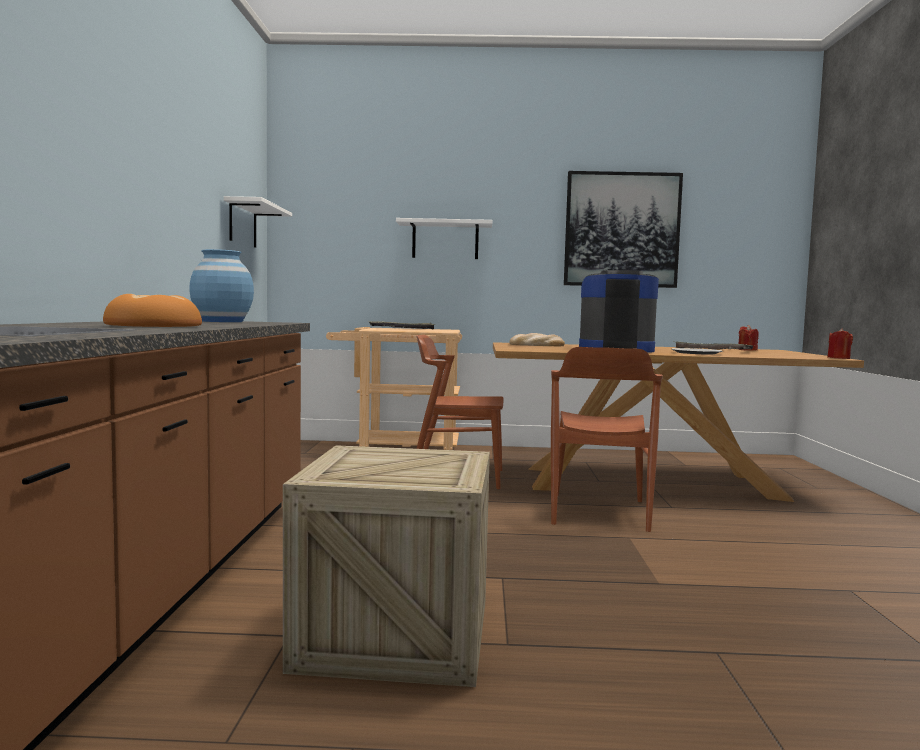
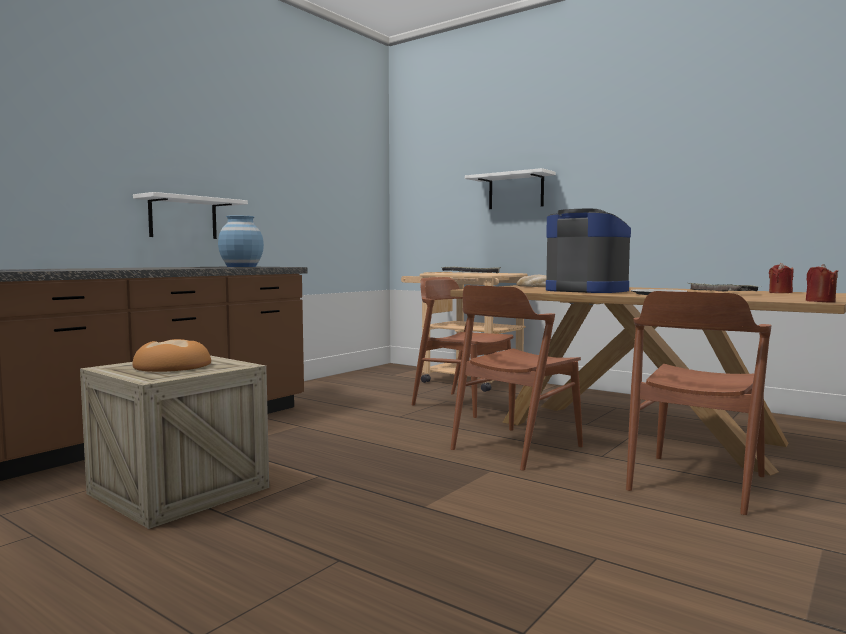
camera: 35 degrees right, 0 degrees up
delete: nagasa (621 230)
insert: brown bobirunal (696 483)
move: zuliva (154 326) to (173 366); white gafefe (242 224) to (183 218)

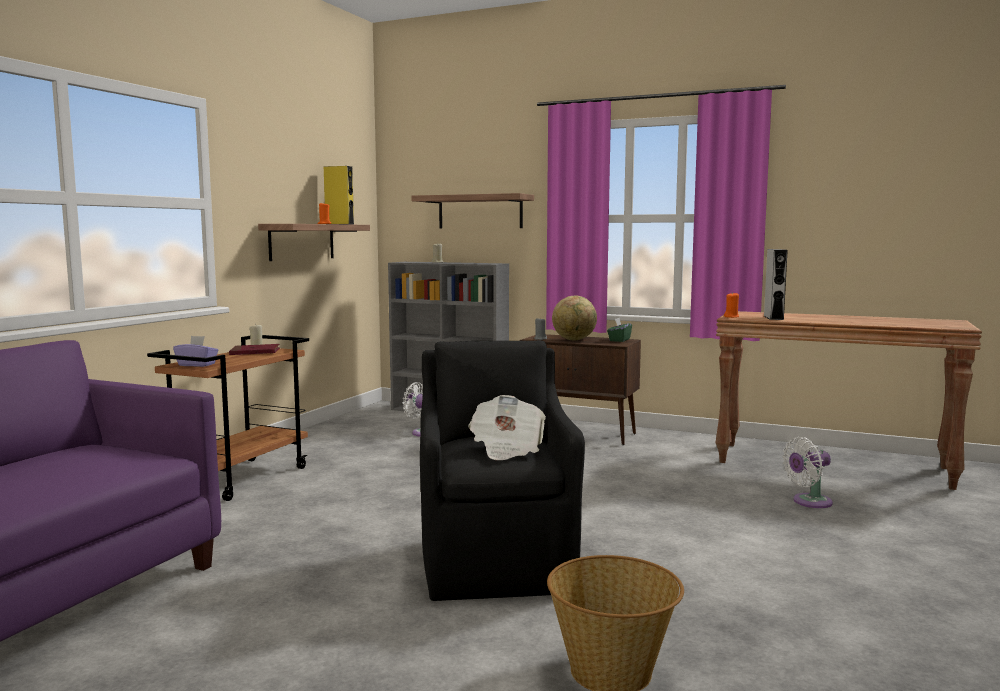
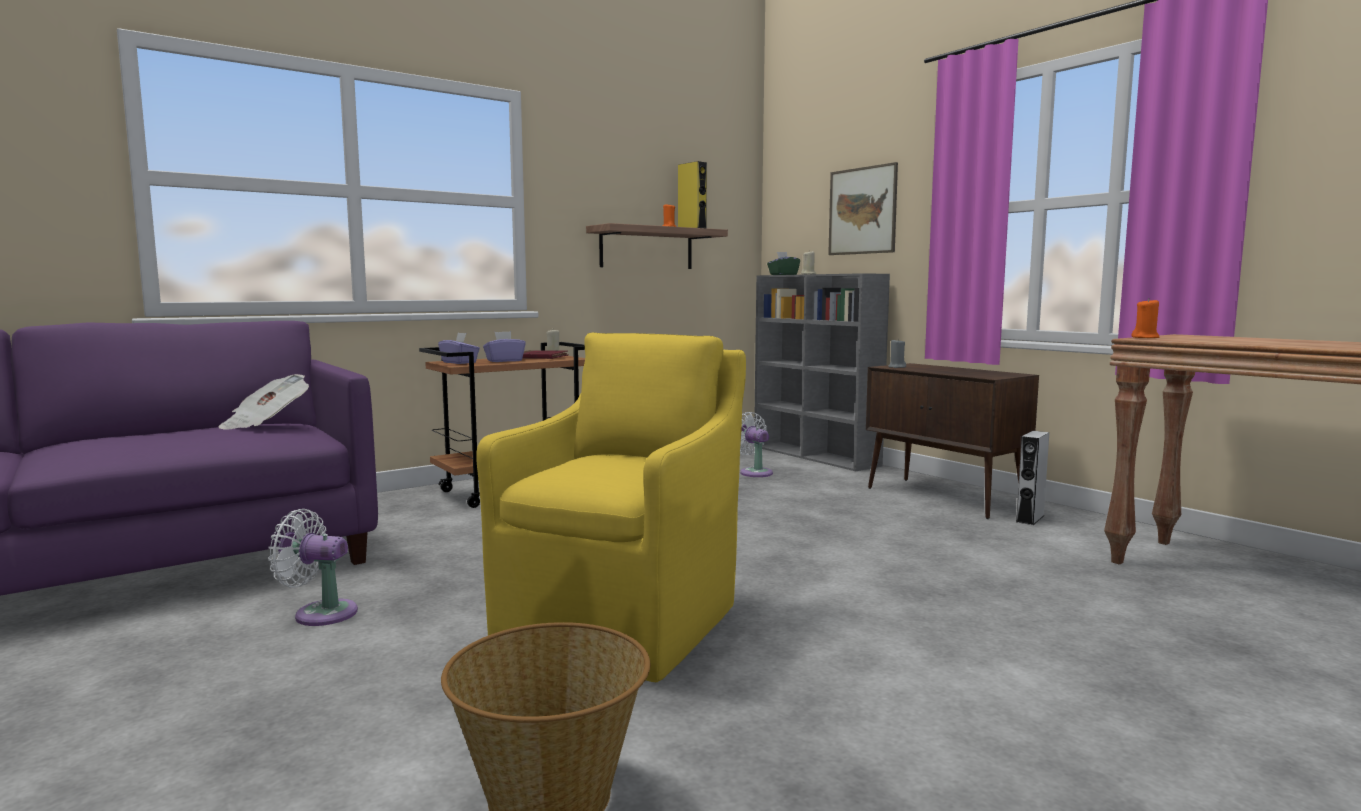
camera: 30 degrees right, 0 degrees up
delete: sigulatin (574 340)
insert: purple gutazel (504 361)
move: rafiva (506 449) to (265 424); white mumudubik (808 502) to (320 613); green gutazel (619 340) to (783 275); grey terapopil (773 318) to (1030 518)
replace: gafefe (480 212) to nagasa (862 211)
recolor: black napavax (497 562) to yellow napavax (624 622)

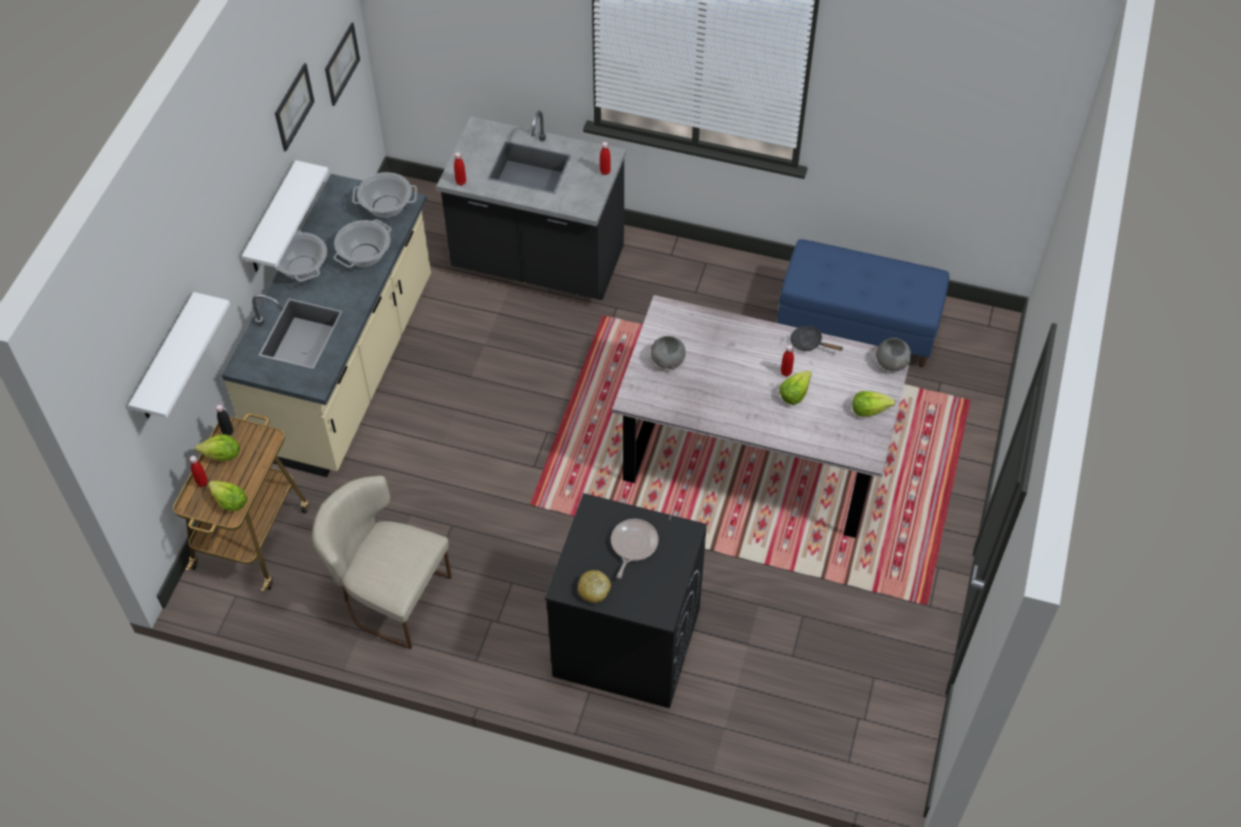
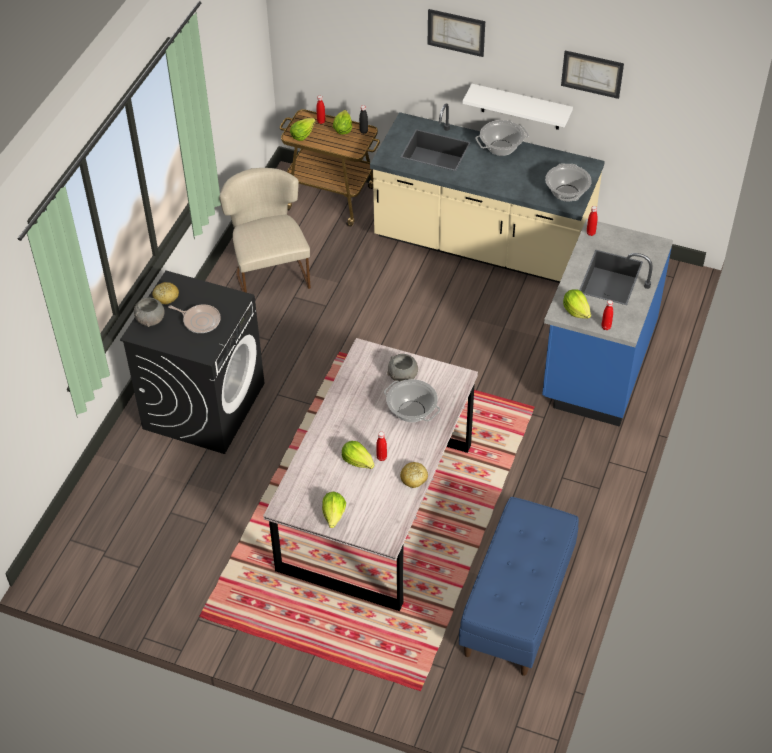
camera: 95 degrees right, 5 degrees down
delete: white gafefe (166 360)
insert: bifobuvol (576 311)
move: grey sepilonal (891 362) to (151 319); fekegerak (365 255) to (412 411); nagasa (341 63) to (456 32)
replace: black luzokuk (809 343) to zuliva (414 478)
recolor: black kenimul (537 262) to blue kenimul (597 364)
rotate: beige bobirunal (389 596) = (269 271) 45 degrees counterclockwise

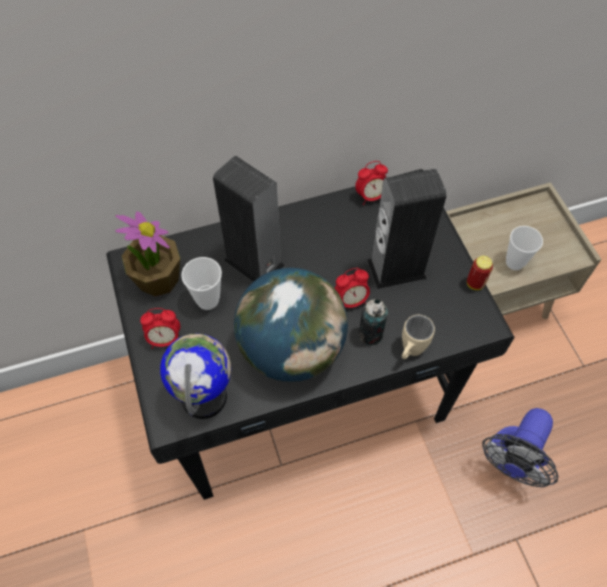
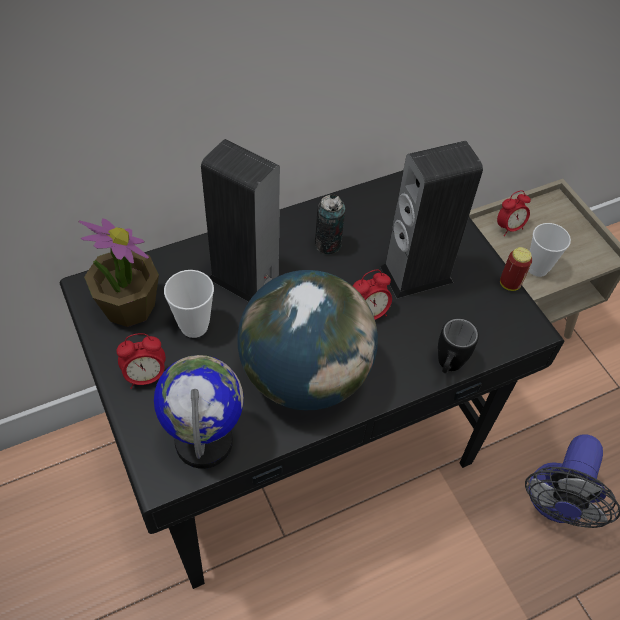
camera: 10 degrees left, 5 degrees down
move: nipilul (370 334) to (328 244); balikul (371 196) to (509 228)
recolor: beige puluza (410 352) to black puluza (447 367)

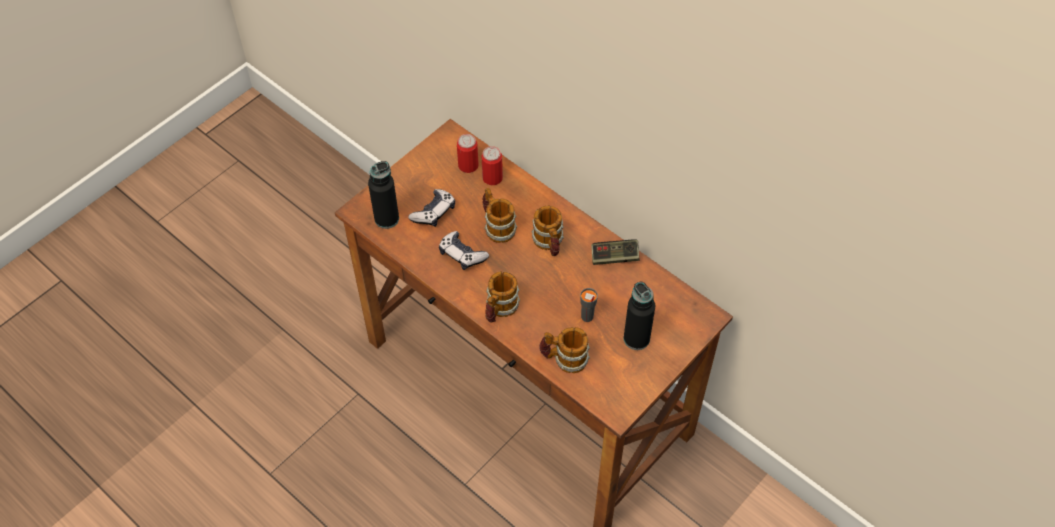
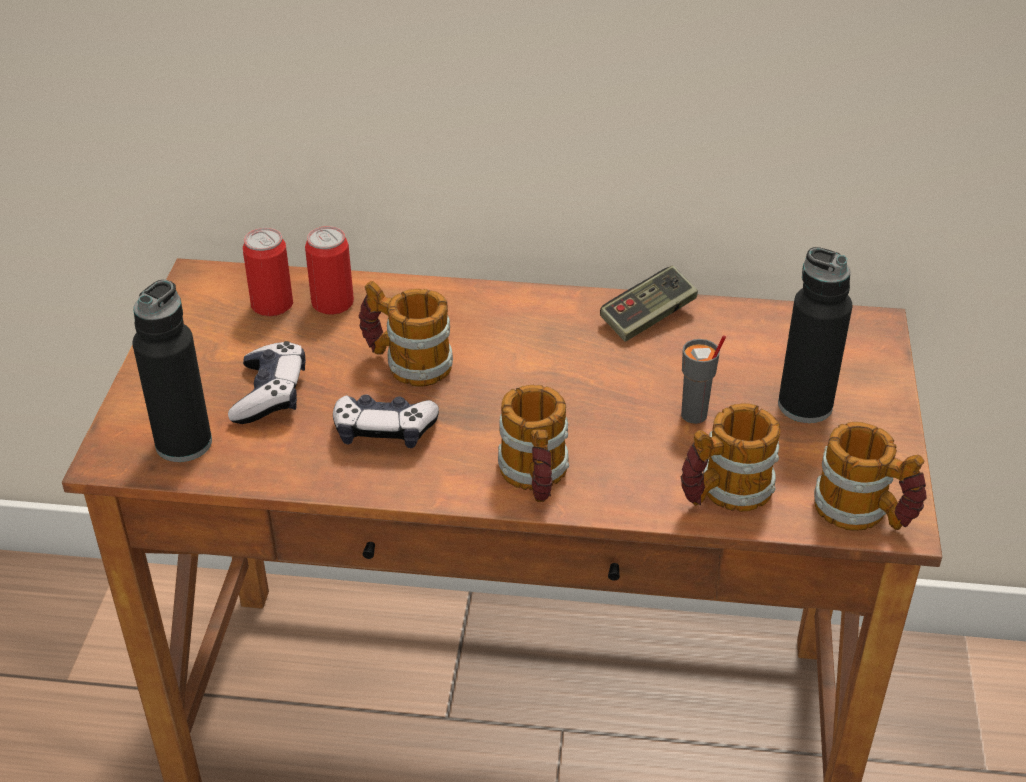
camera: 35 degrees left, 15 degrees down
move: puluza (549 243) to (863 513)

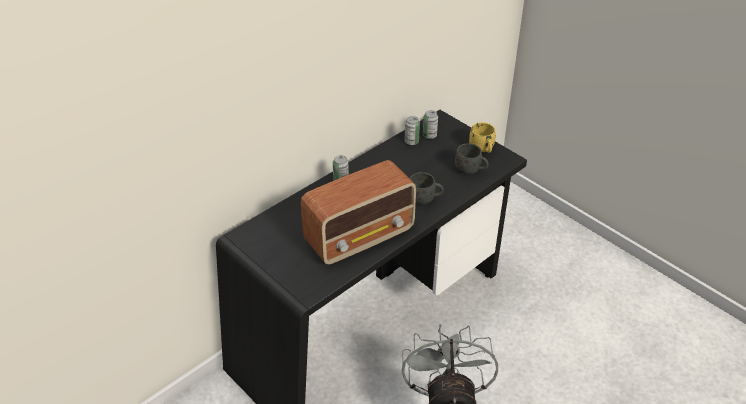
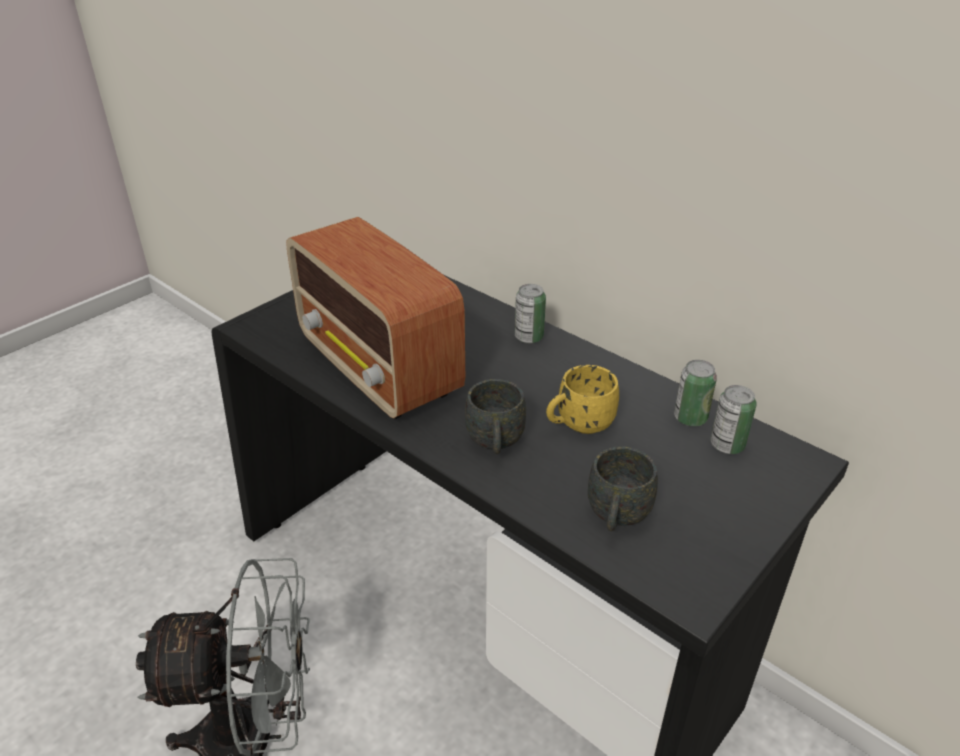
camera: 85 degrees right, 5 degrees down
move: yellow puluza (482 149) to (578 425)

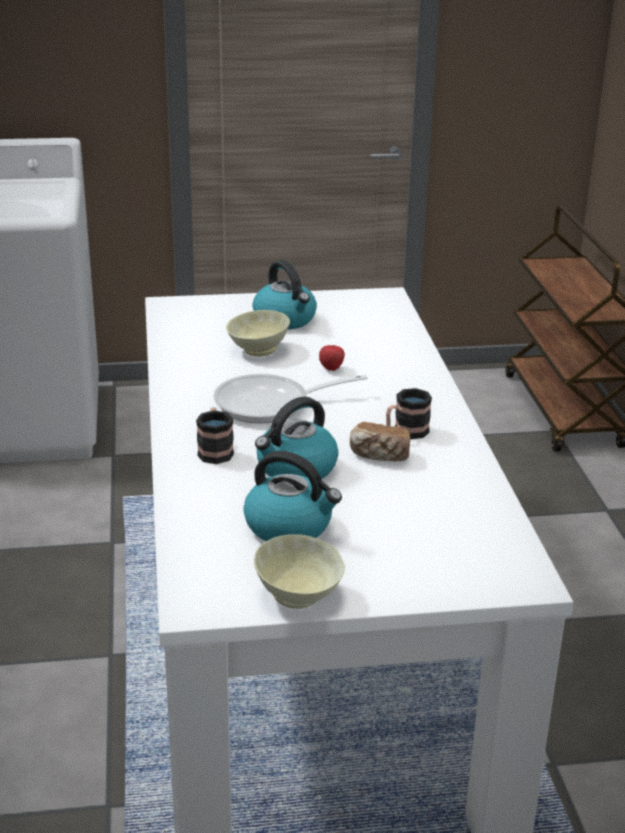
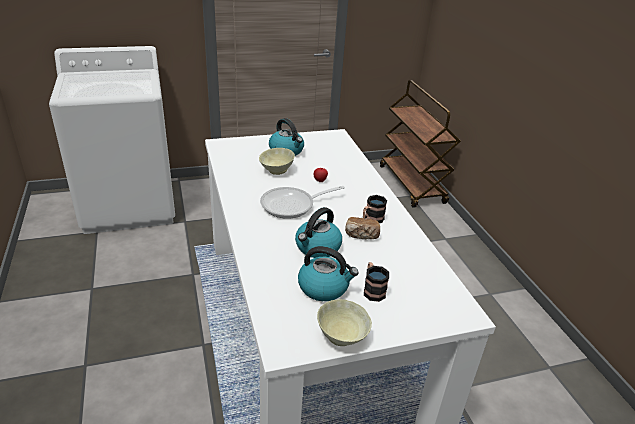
camera: 10 degrees left, 5 degrees up
move: puluza (215 450) to (372 290)

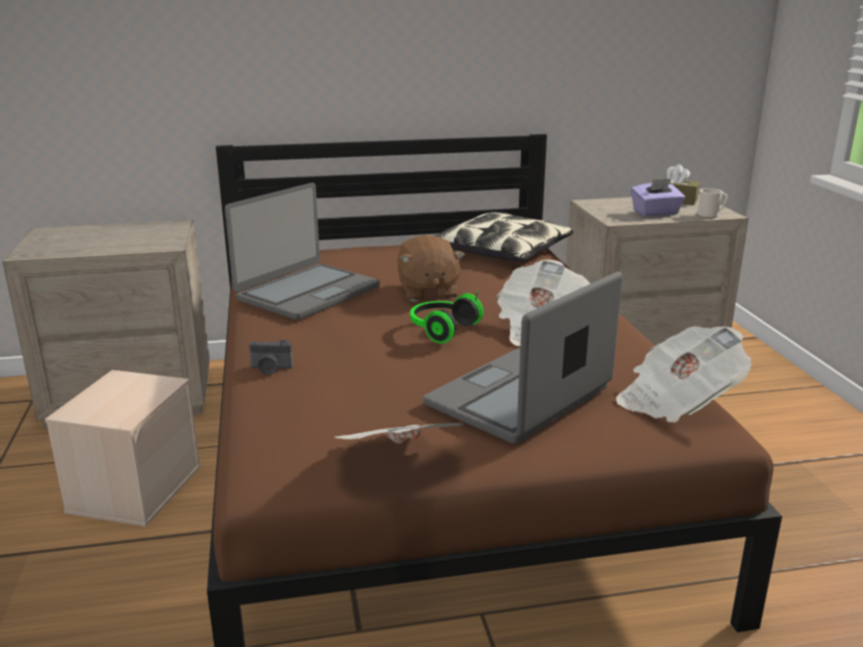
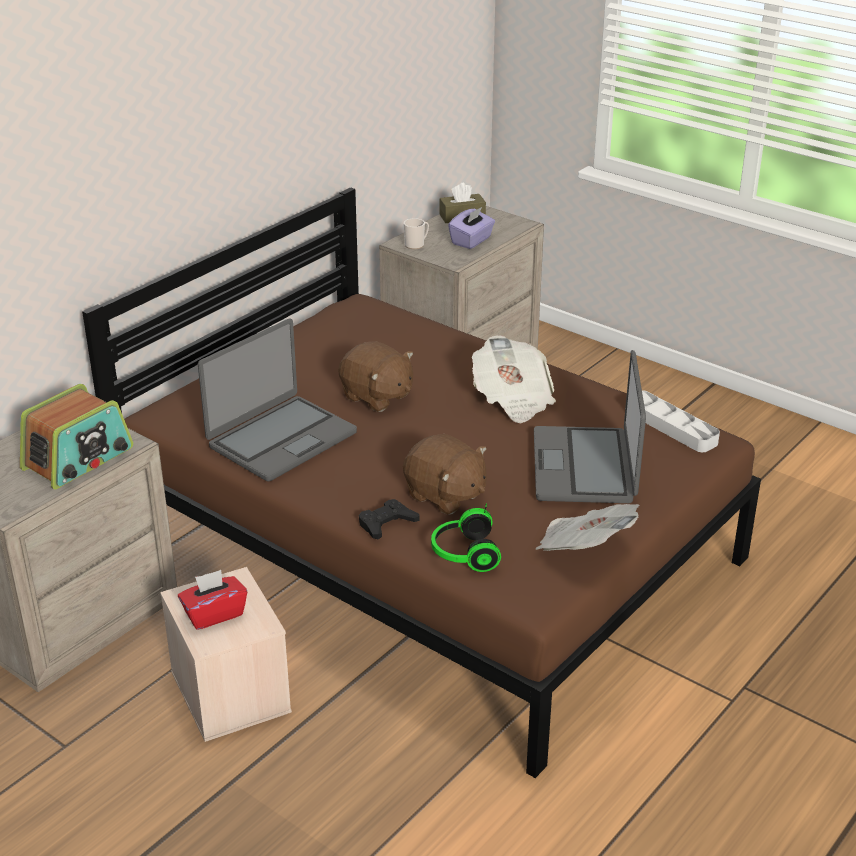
camera: 40 degrees left, 10 degrees up
delete: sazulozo (501 252)
insert: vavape (78 459); red gutazel (214 614); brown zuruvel (445 495)
move: puluza (710 215) to (416 245); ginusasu (441 329) to (463 554)
replace: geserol (270 369) to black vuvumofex (387 524); rafiva (677 401) to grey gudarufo (670 426)
rotate: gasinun (307 293) = (281 439) 45 degrees clockwise

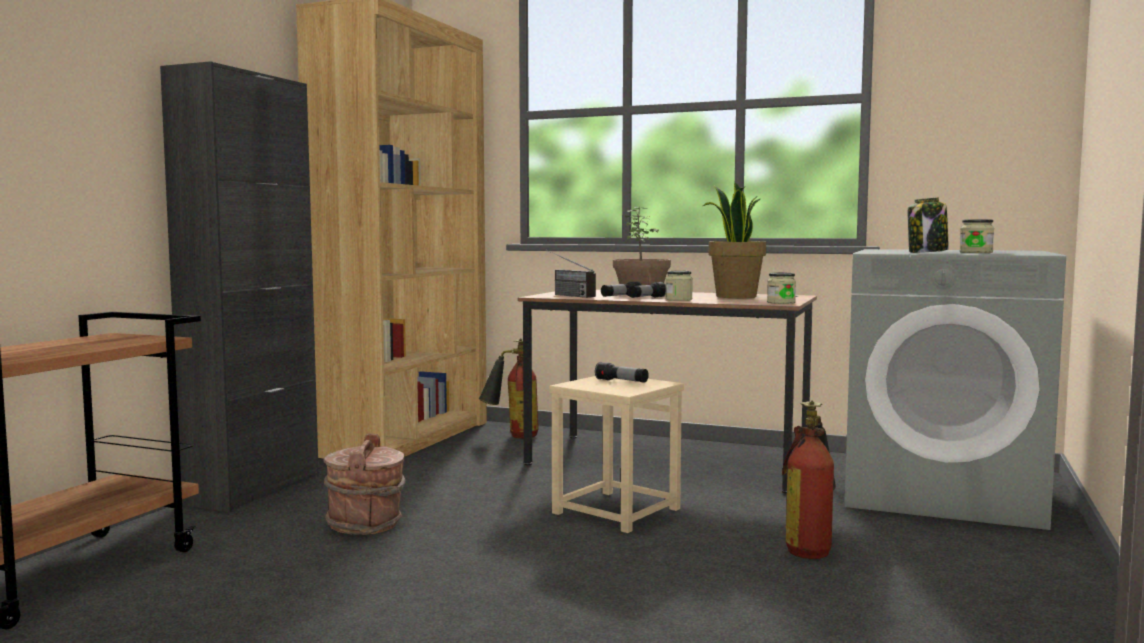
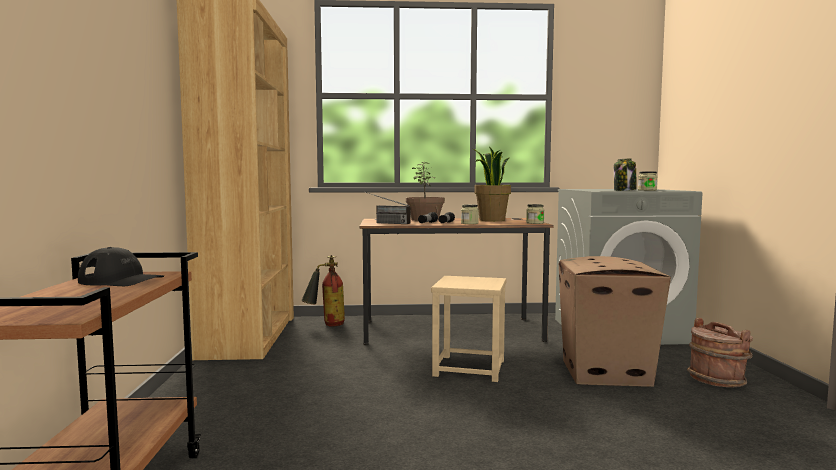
camera: 25 degrees left, 0 degrees up
delete: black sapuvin (253 489); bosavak (621 382)
insert: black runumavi (121 280)
move: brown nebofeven (366 524) to (717 380)
replace: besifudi (811 547) to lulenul (606 373)

